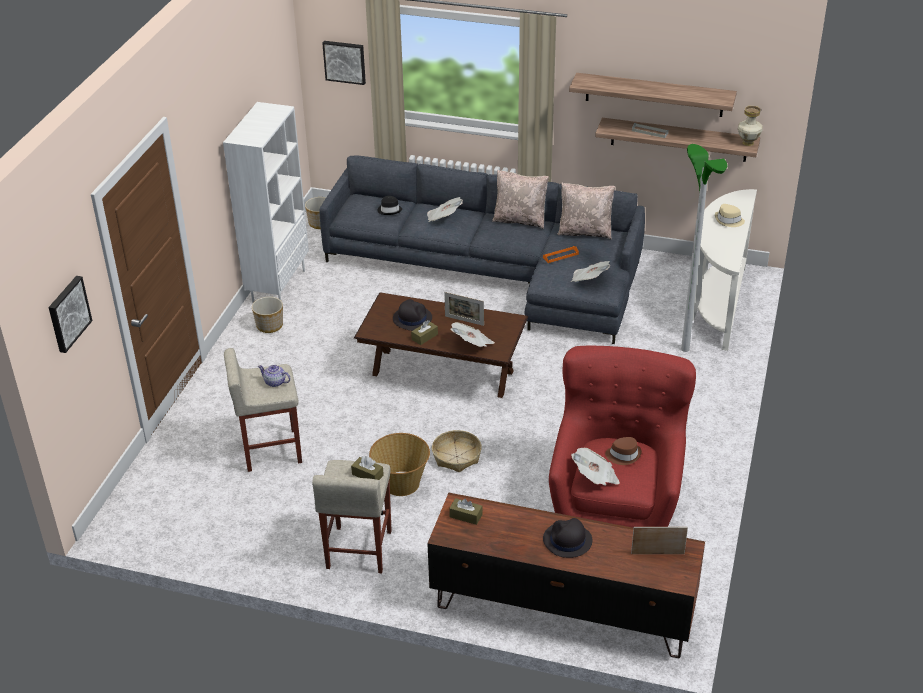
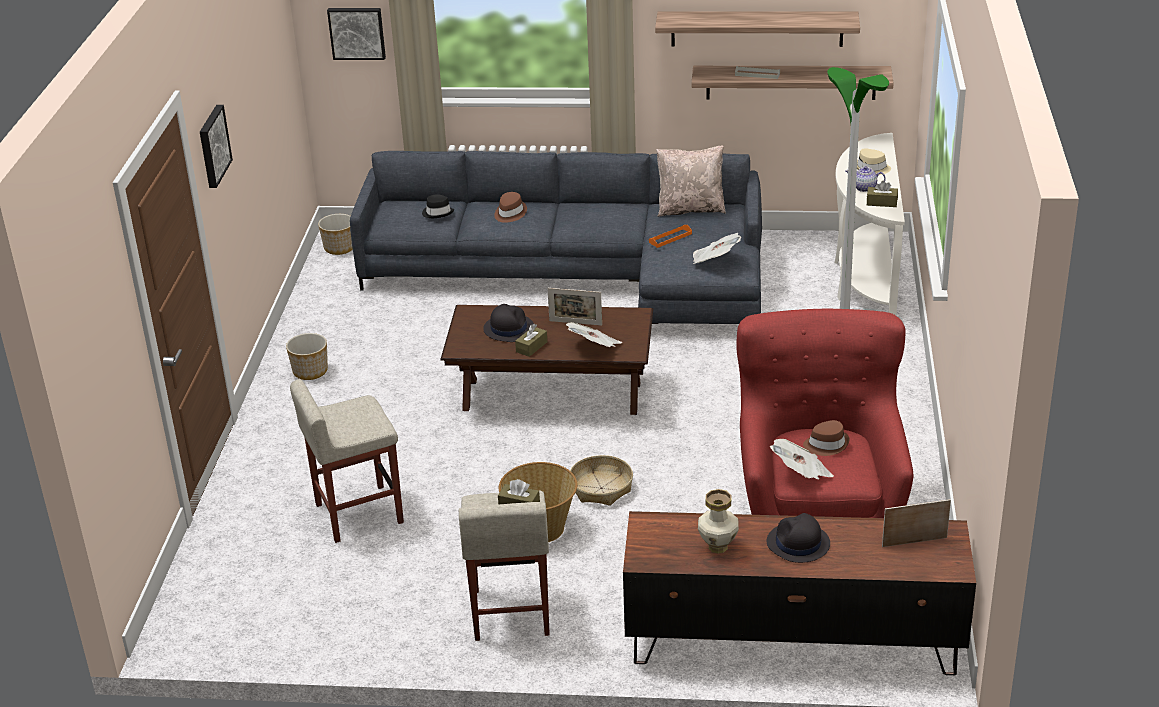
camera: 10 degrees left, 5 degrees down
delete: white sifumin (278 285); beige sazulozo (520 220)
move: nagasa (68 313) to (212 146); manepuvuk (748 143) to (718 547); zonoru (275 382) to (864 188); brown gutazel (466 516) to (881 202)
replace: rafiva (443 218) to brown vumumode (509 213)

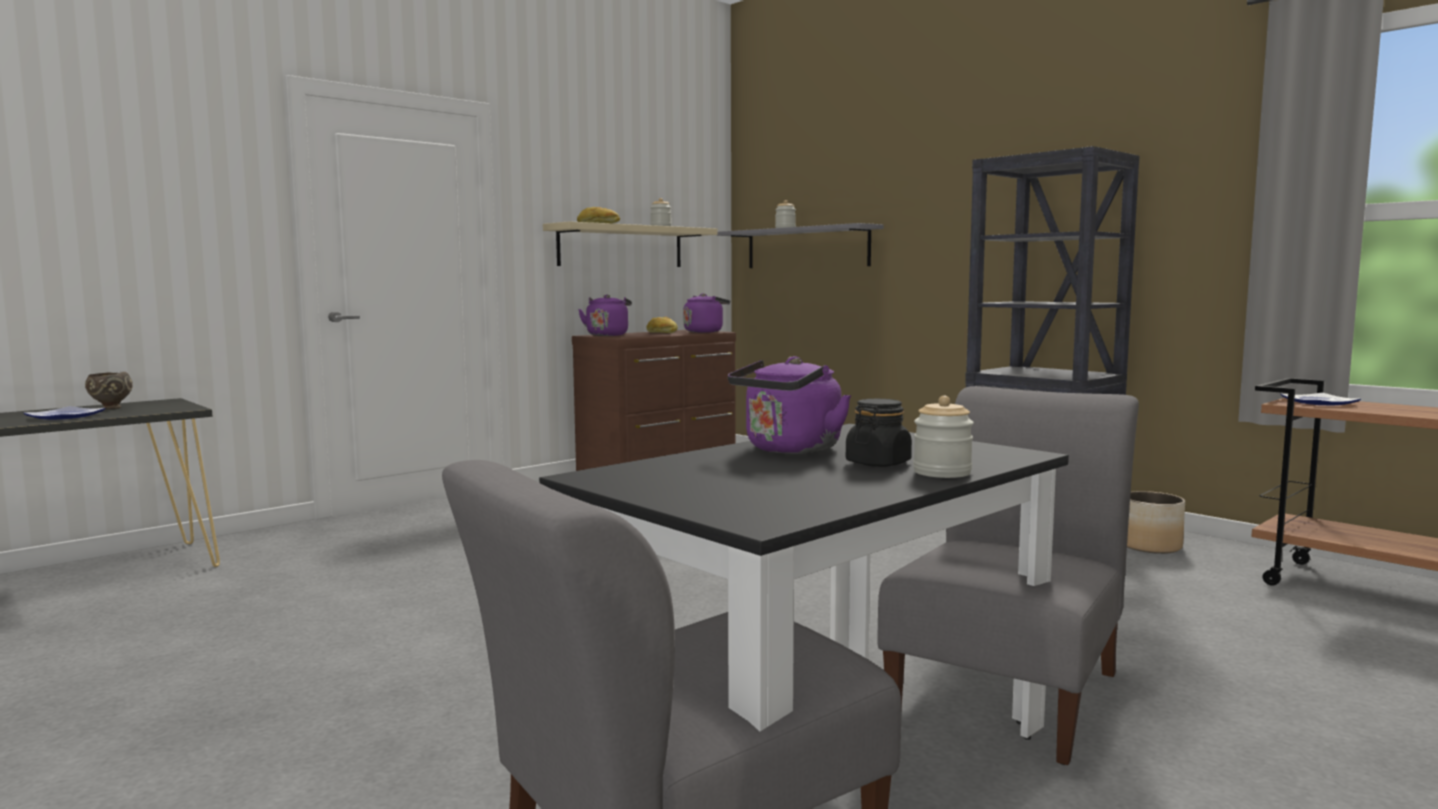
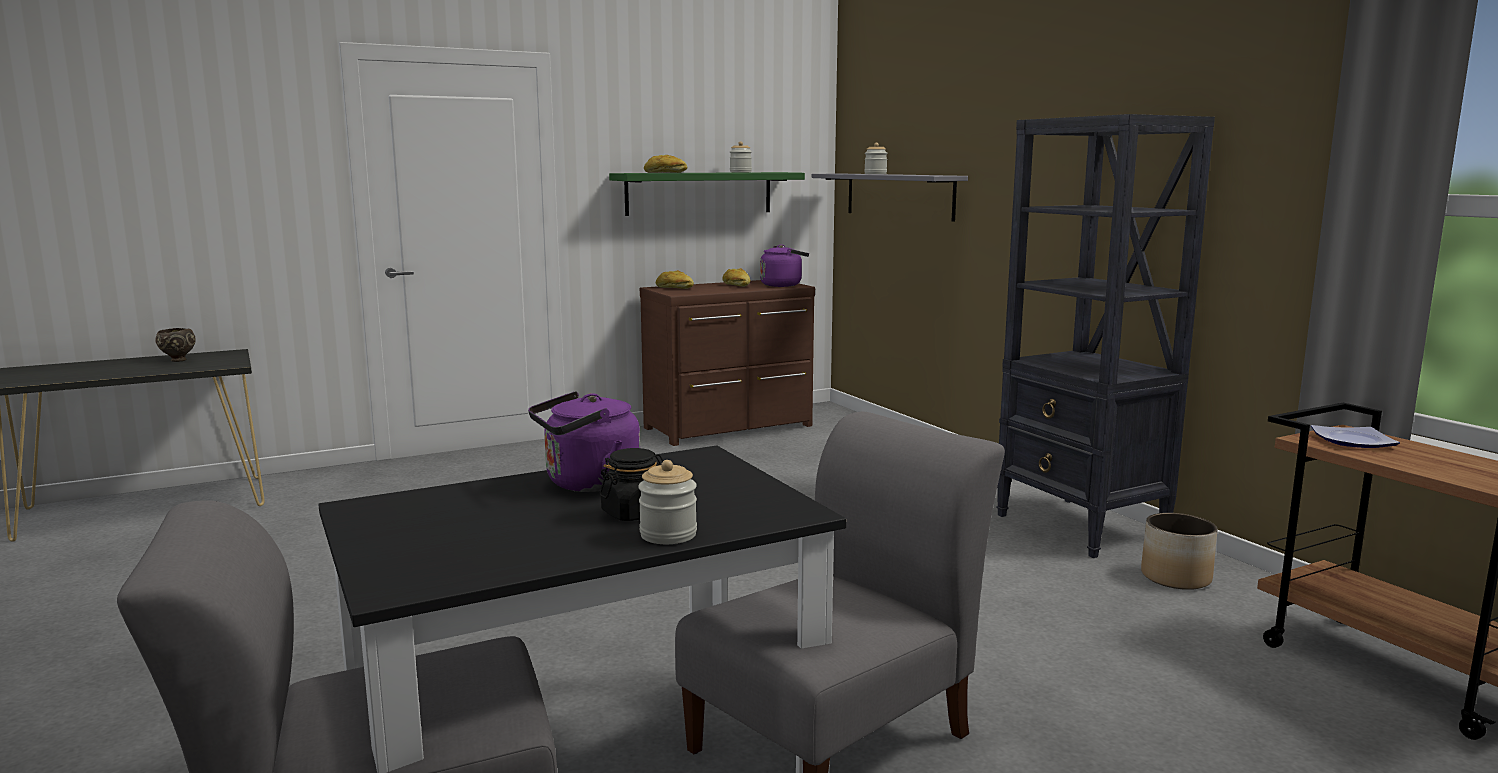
camera: 15 degrees right, 5 degrees up
delete: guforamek (65 417)
replace: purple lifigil (607 335) to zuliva (674 288)
recolor: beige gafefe (621 246) to green gafefe (699 193)

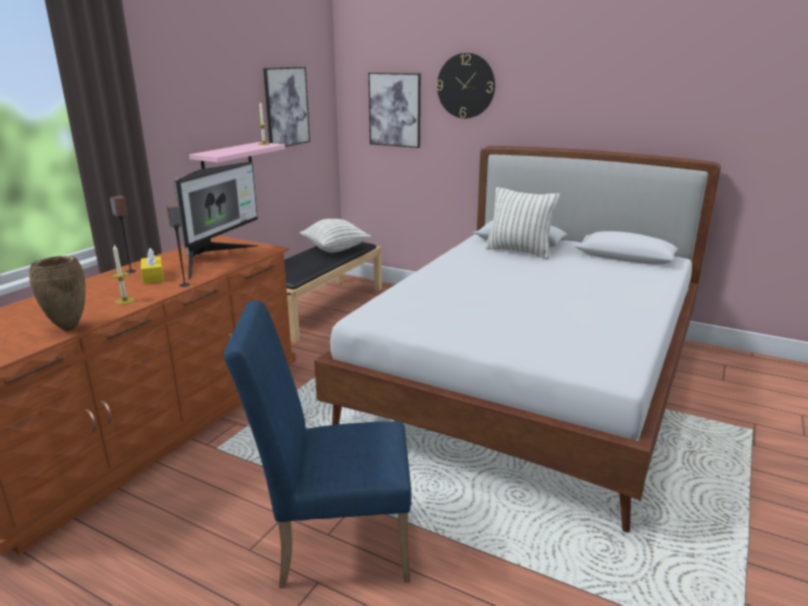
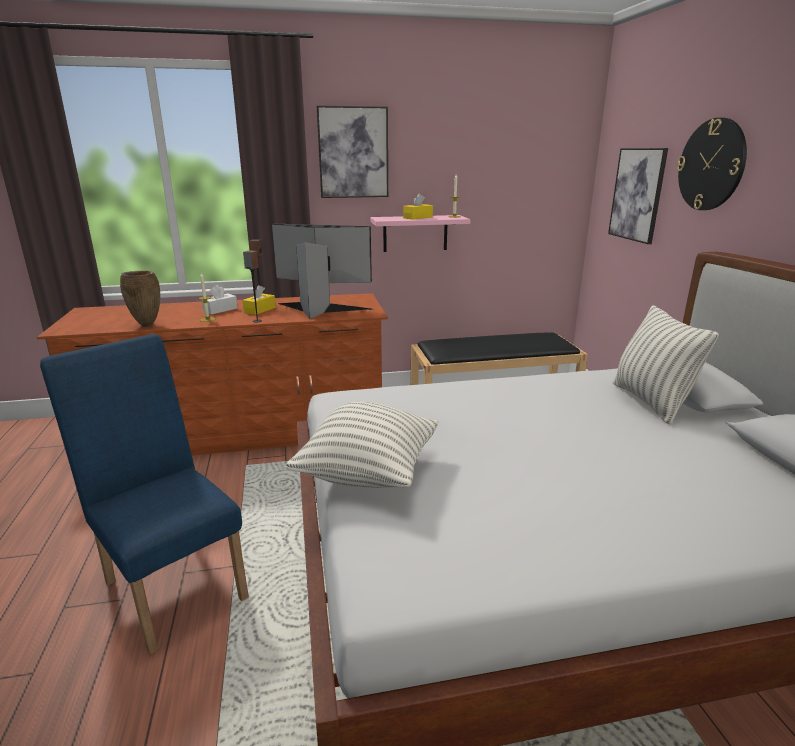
camera: 50 degrees right, 0 degrees up
insert: white gutazel (220 310); yellow gutazel (417 217)
move: sazulozo (335 249) to (368 473); nagasa (286 107) to (353 153)
rotate: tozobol (214 259) = (320 310) 150 degrees counterclockwise

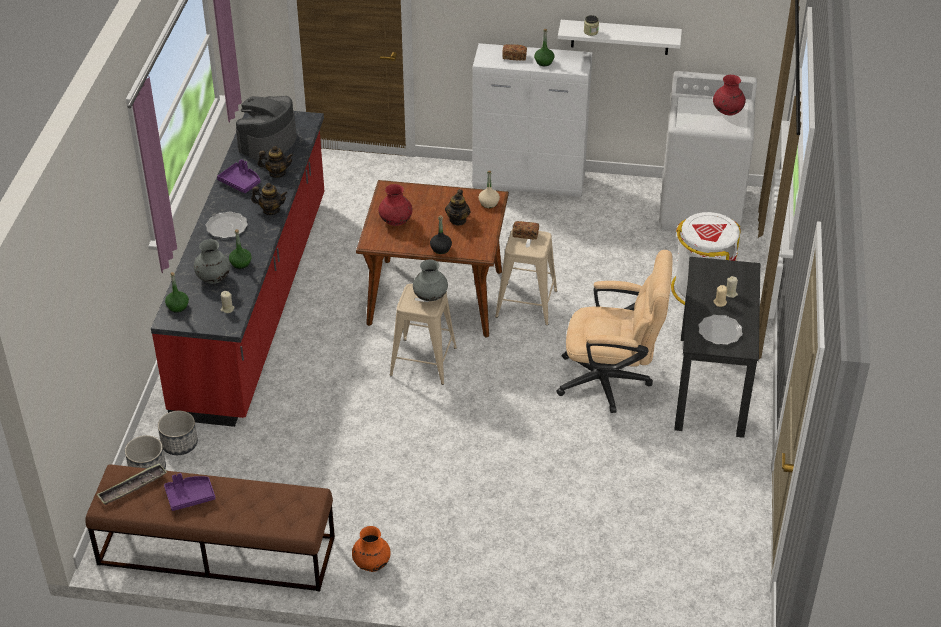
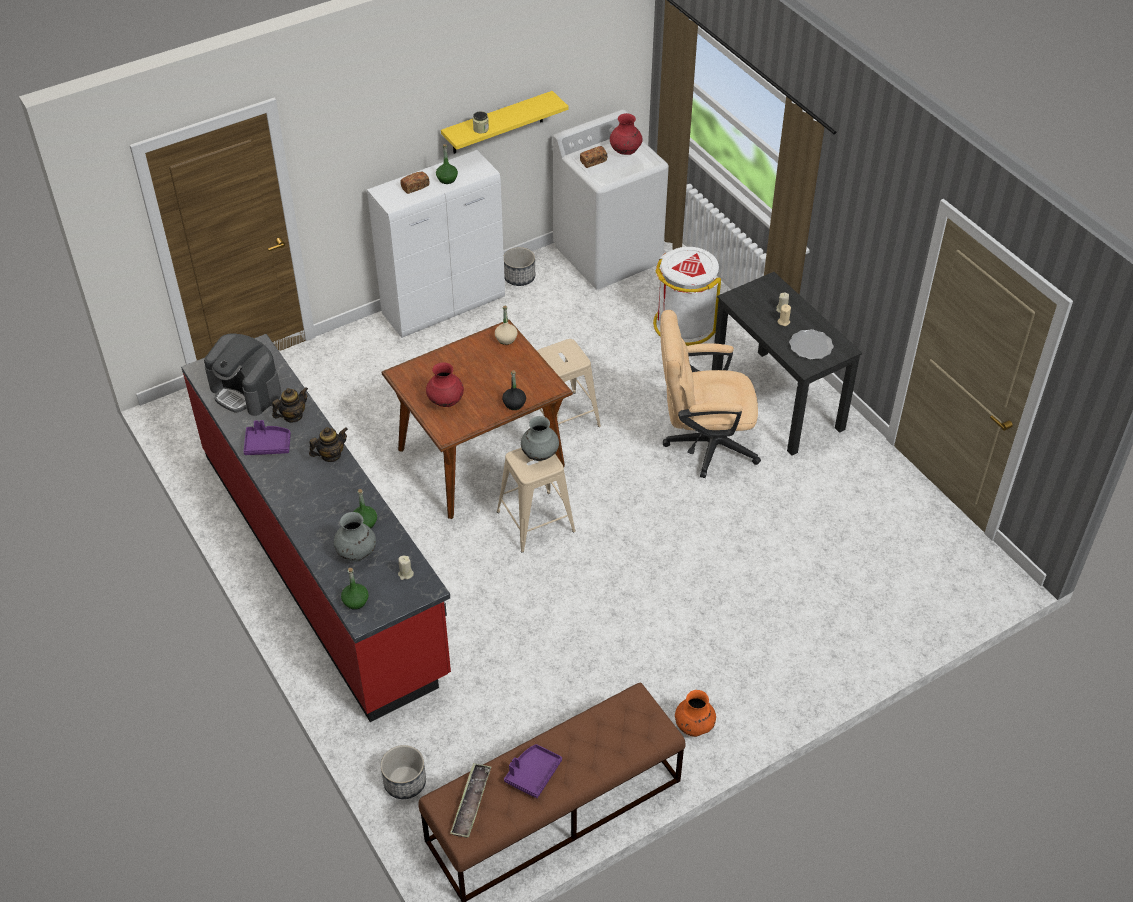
camera: 40 degrees left, 5 degrees up
delete: guforamek (227 226); zonoru (458 220)
move: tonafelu (180 444) to (519 277); zuliva (525 234) to (593 161)
recolor: white gafefe (620 37) to yellow gafefe (497 123)
rotate: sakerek (267 142) = (246 391) 45 degrees counterclockwise; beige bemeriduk (612 381) = (702 444) 150 degrees counterclockwise

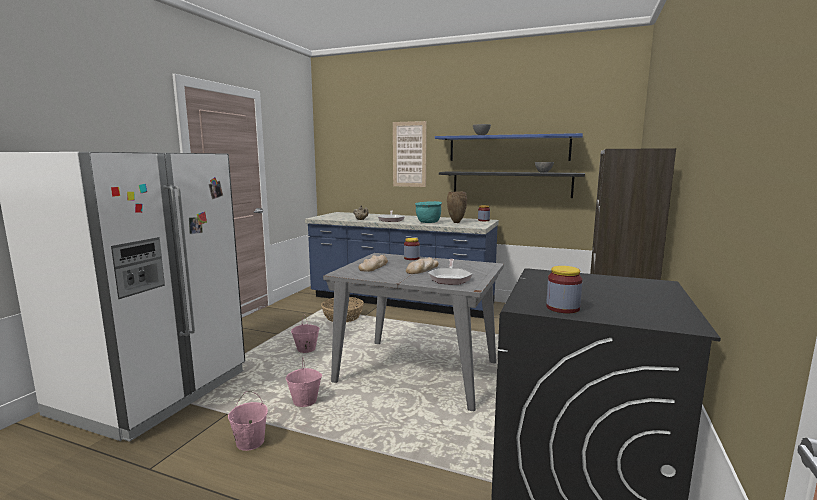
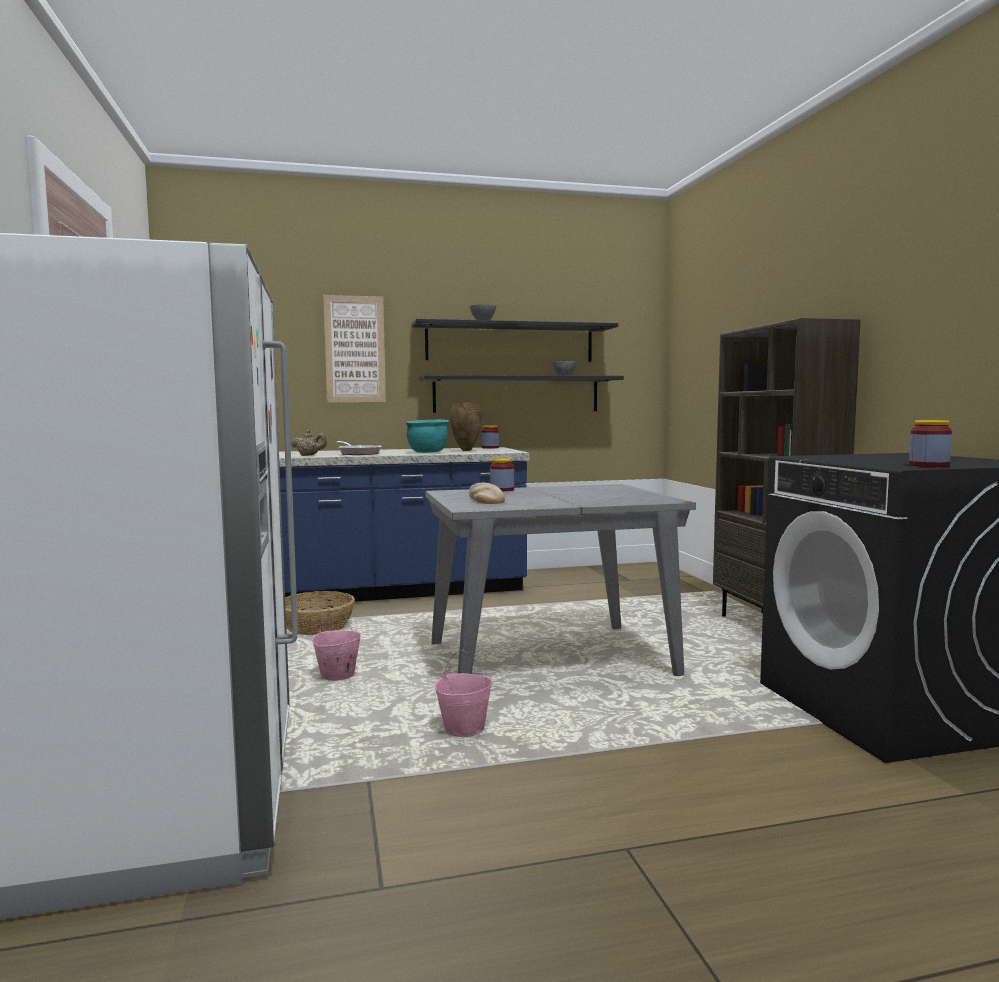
camera: 35 degrees left, 5 degrees down
delete: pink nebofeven (250 442); zuliva (422 269); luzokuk (450 278)
recolor: blue gafefe (508 148) to black gafefe (510 343)

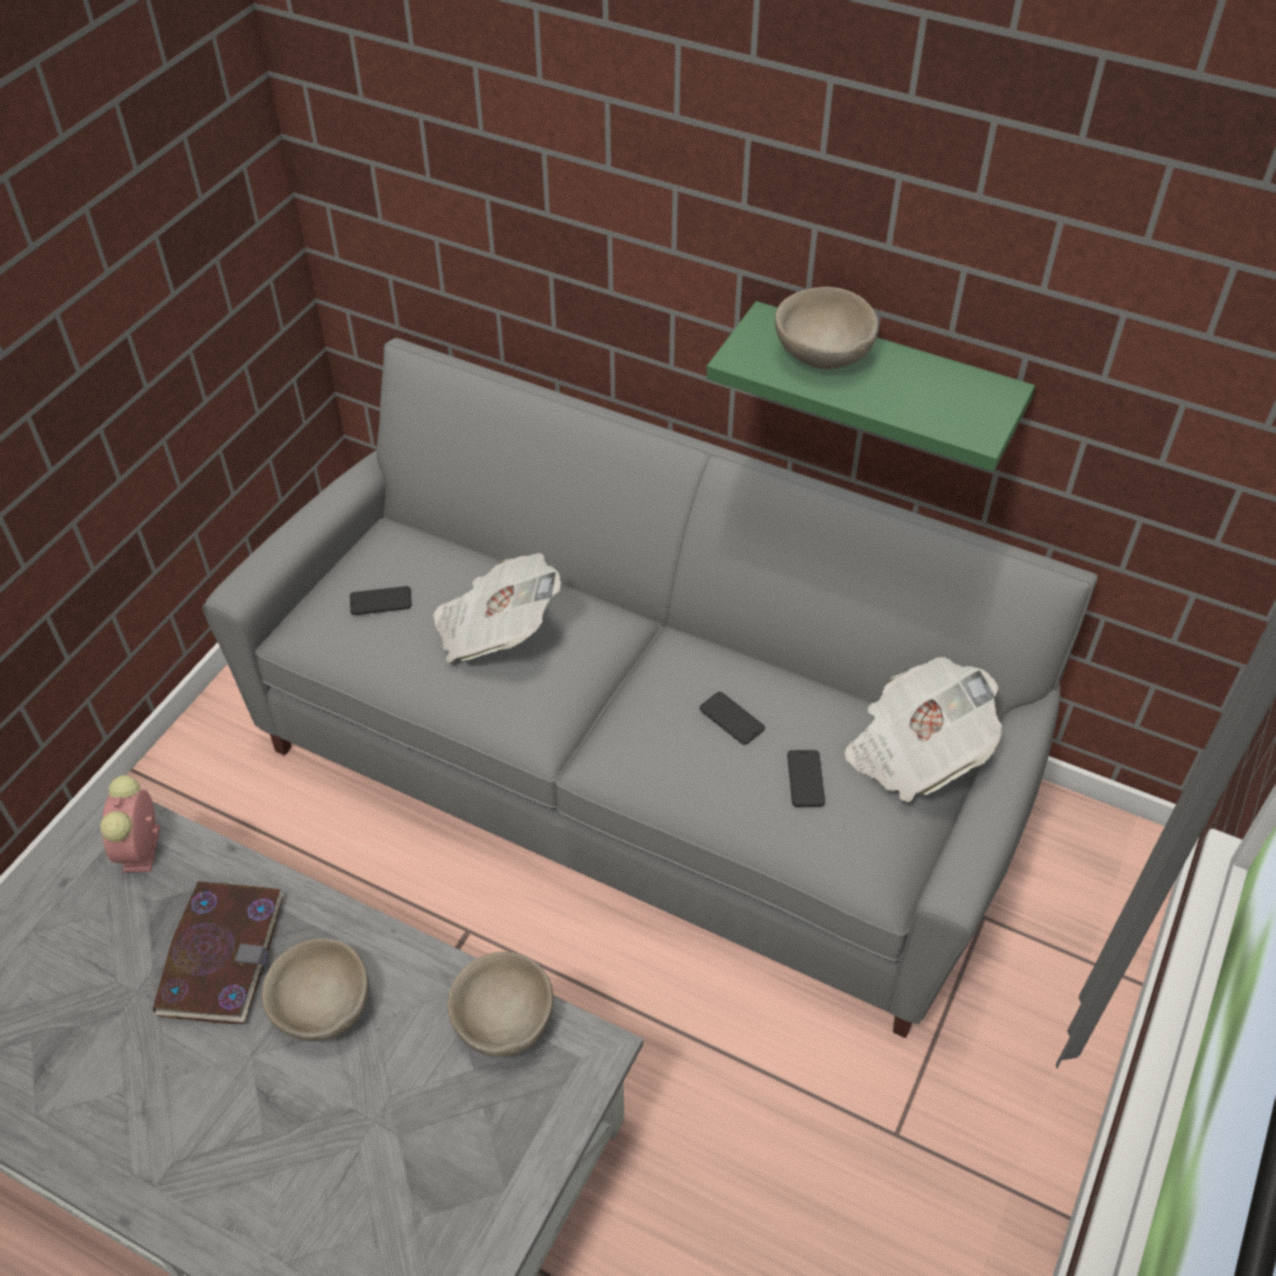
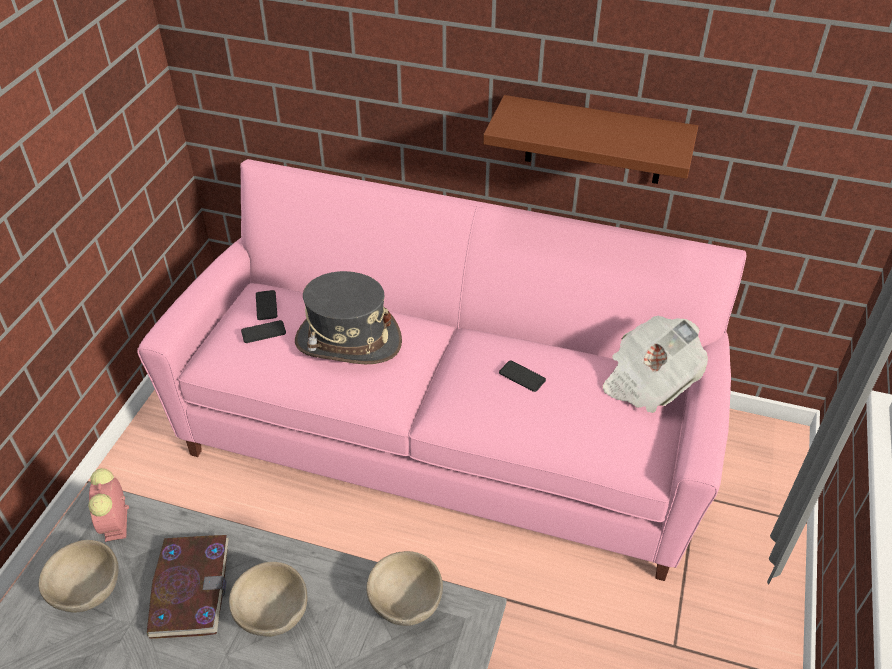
camera: 10 degrees left, 5 degrees down
move: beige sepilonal (821 355) to (86 590); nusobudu (805 779) to (266 305)
replace: rafiva (495 630) to grey vumumode (348 341)
recolor: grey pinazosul (638 770) to pink pinazosul (446 433); green gafefe (884 384) to brown gafefe (594 141)

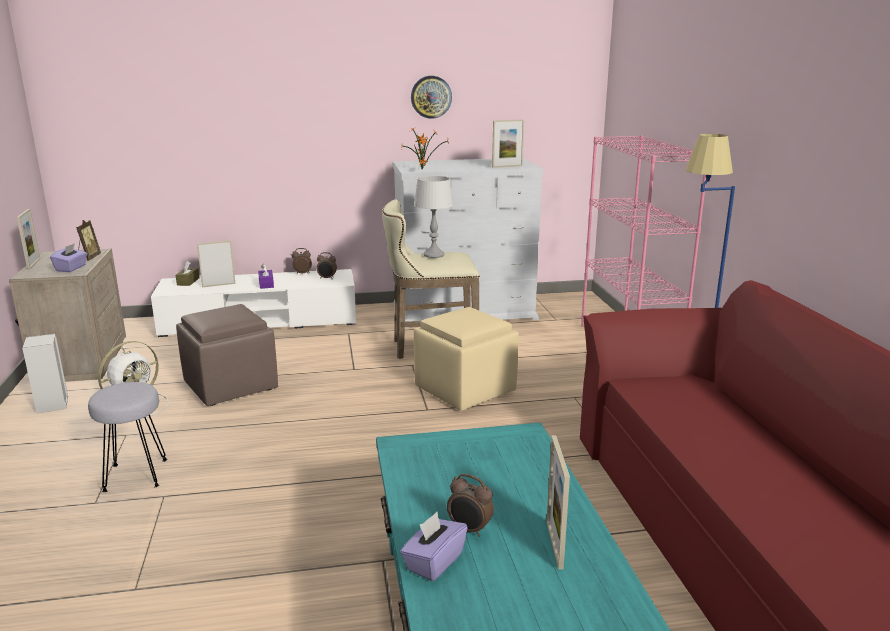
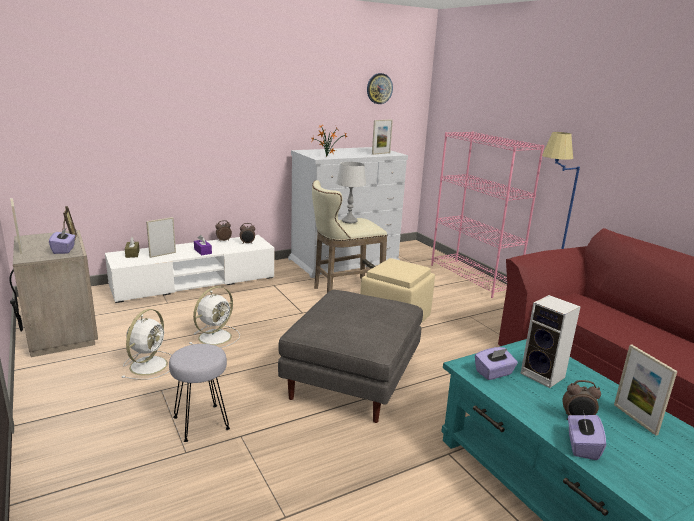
camera: 20 degrees left, 0 degrees up
insert: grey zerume (352 378); purple gutazel (494 373)
move: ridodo (431 97) to (379 88); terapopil (53 405) to (544 376)
replace: brown zerume (231 385) to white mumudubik (216 336)

